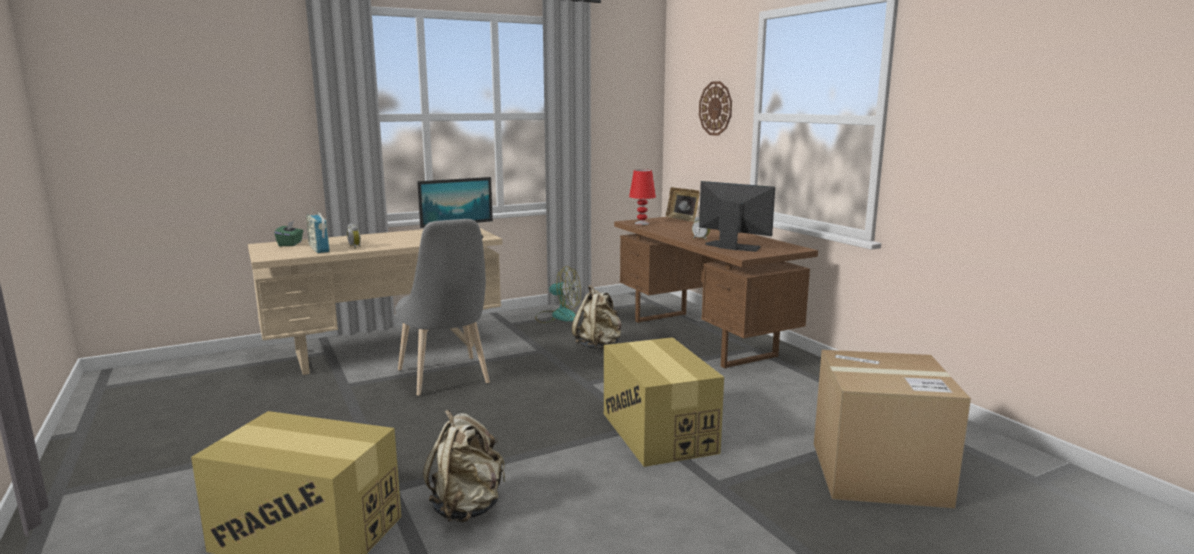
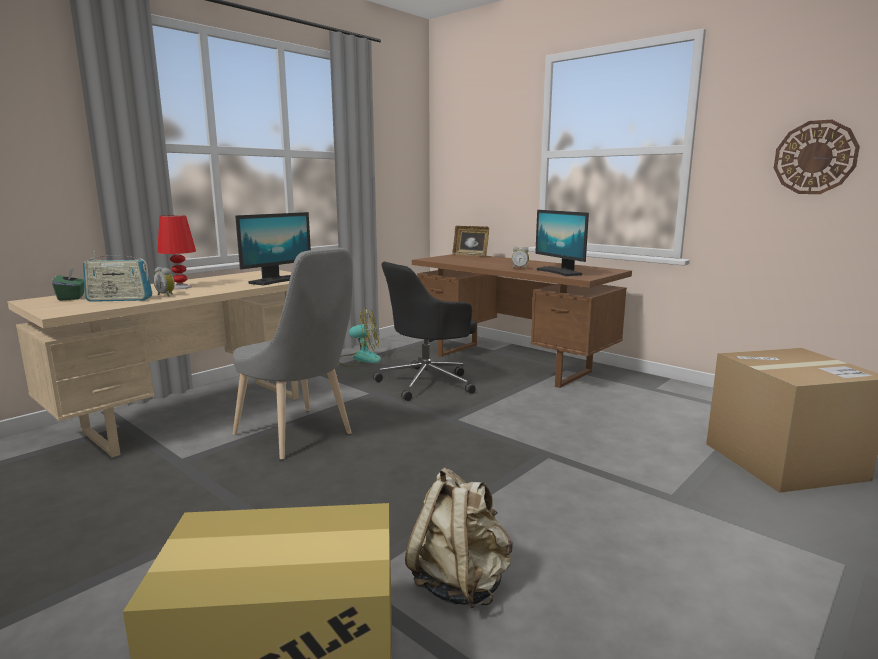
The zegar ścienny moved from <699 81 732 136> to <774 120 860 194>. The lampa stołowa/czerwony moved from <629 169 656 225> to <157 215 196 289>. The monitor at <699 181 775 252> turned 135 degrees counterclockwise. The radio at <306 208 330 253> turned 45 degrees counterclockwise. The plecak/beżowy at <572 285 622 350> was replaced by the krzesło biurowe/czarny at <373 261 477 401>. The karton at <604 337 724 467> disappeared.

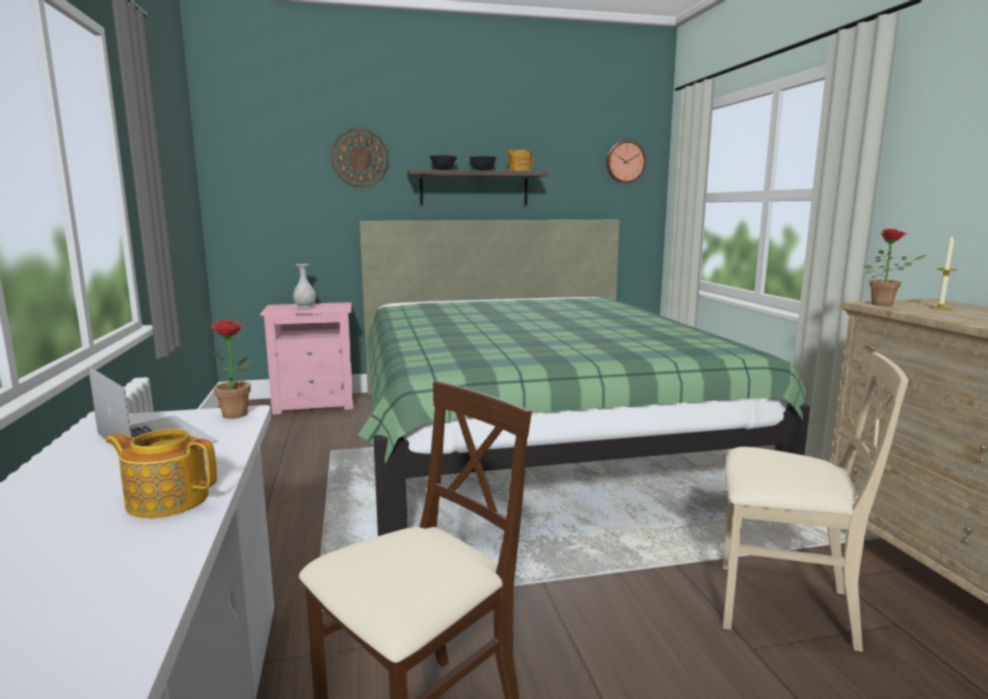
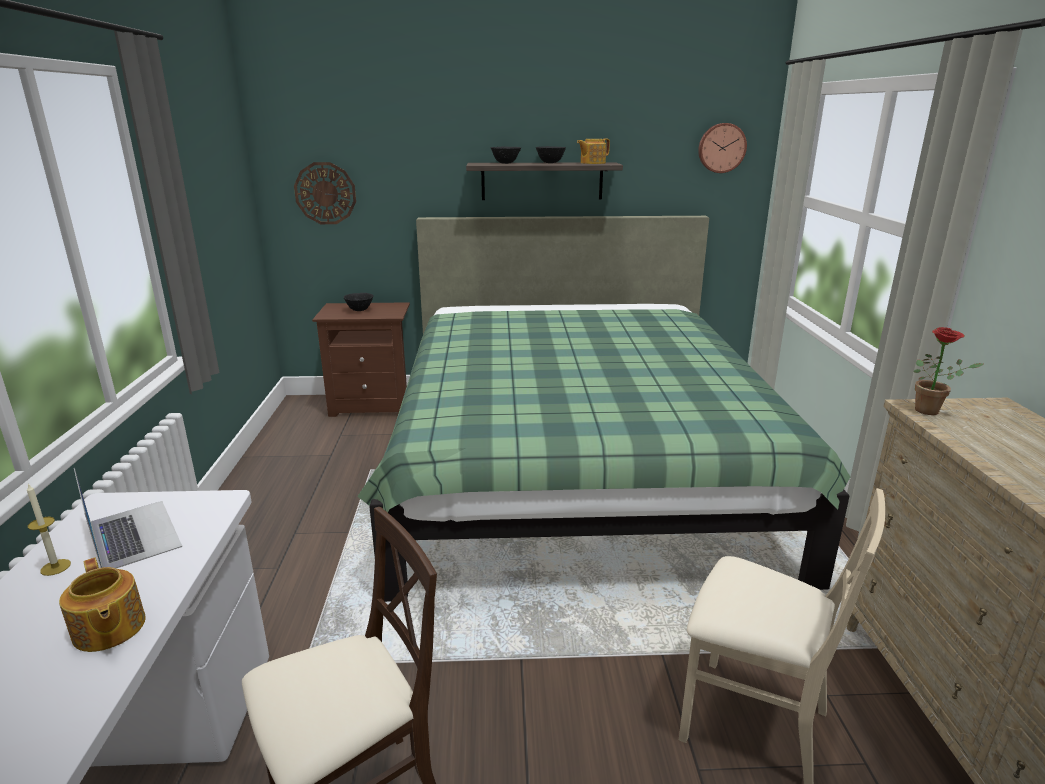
The zegar ścienny moved from <331 129 389 188> to <294 162 356 224>. The świeca moved from <929 236 957 310> to <27 484 71 576>. The wazon/biały at <293 264 316 308> was replaced by the miska/czarny at <344 293 374 311>. The szafka nocna/różowy at <260 302 353 415> became the szafka nocna/brązowy at <312 302 410 417>. The roślina doniczkowa at <205 320 251 419> disappeared. The imbryk at <106 429 217 518> turned 150 degrees counterclockwise.

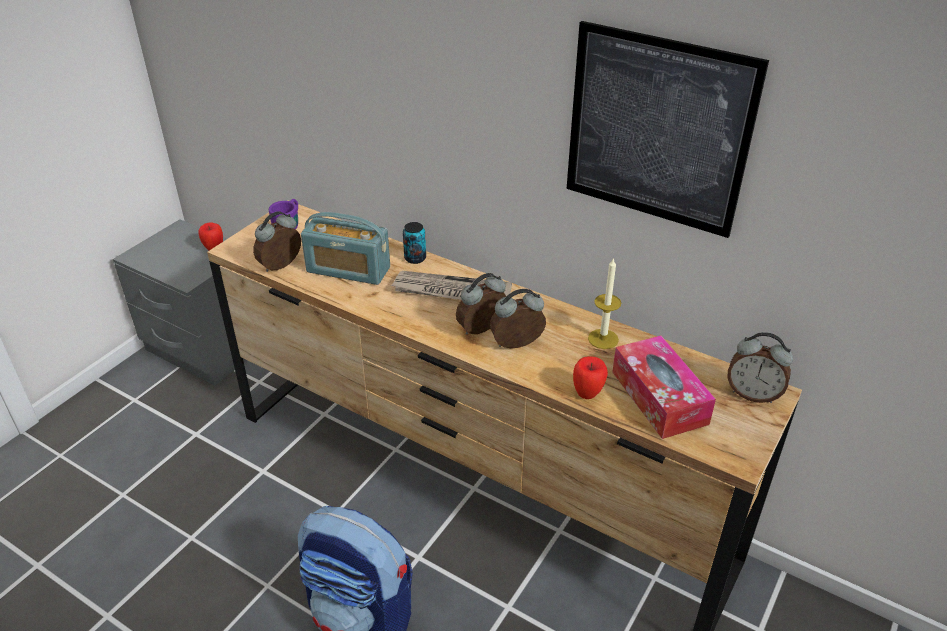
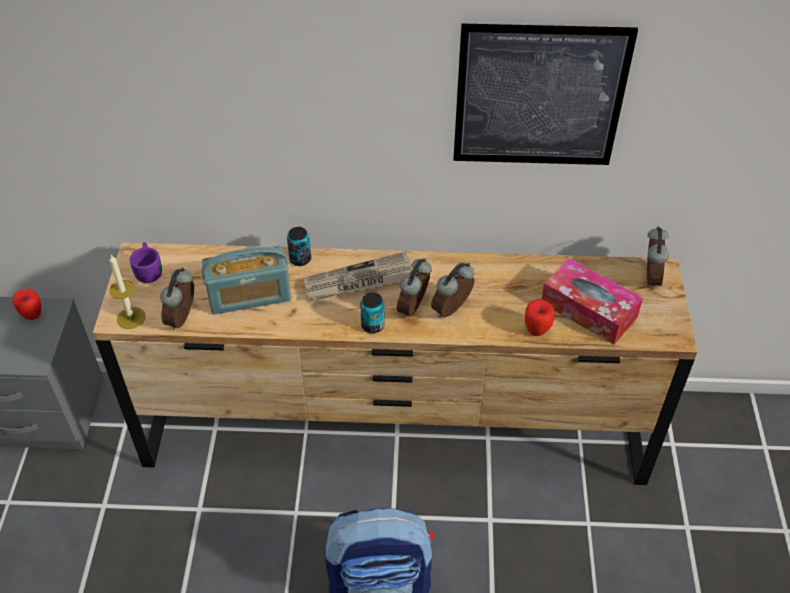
The świeca moved from <588 257 621 349> to <110 255 146 329>. The budzik at <727 332 793 403> turned 75 degrees counterclockwise. The puszka at <360 292 385 333> appeared.

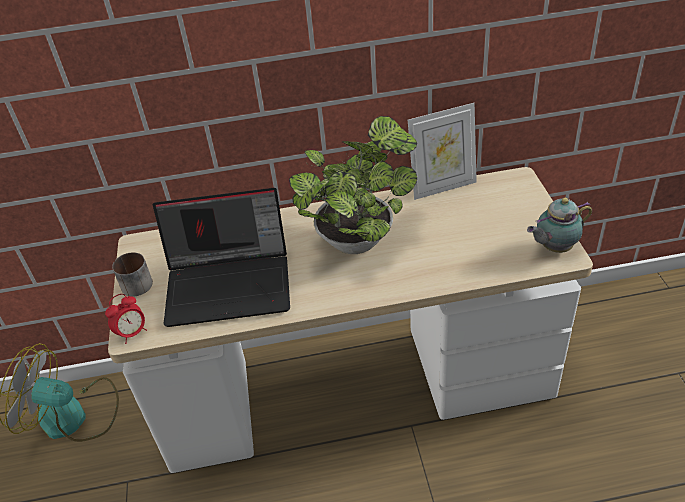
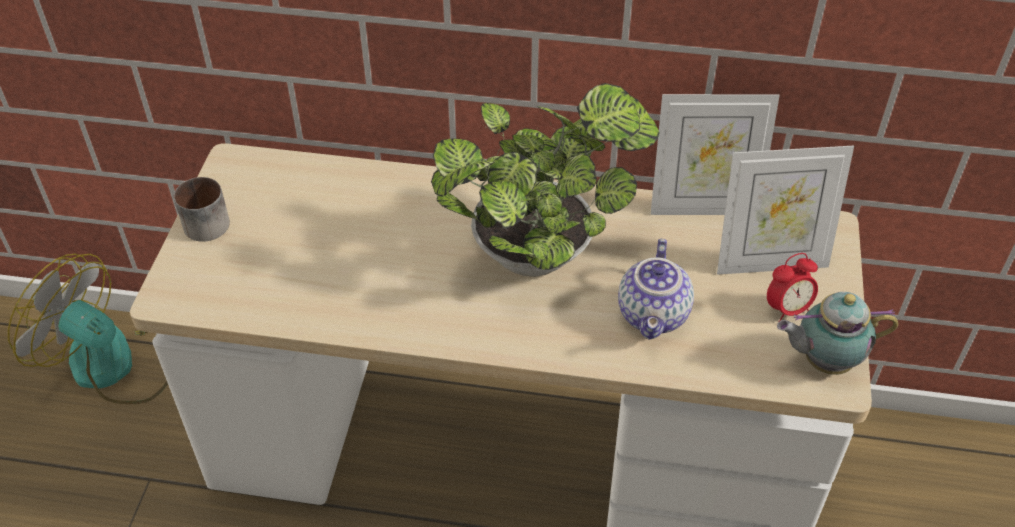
The laptop at <153 188 290 327> disappeared. The budzik moved from <105 294 147 344> to <767 253 818 322>. The ramka na zdjęcie at <717 146 854 275> appeared. The imbryk at <618 239 694 340> appeared.

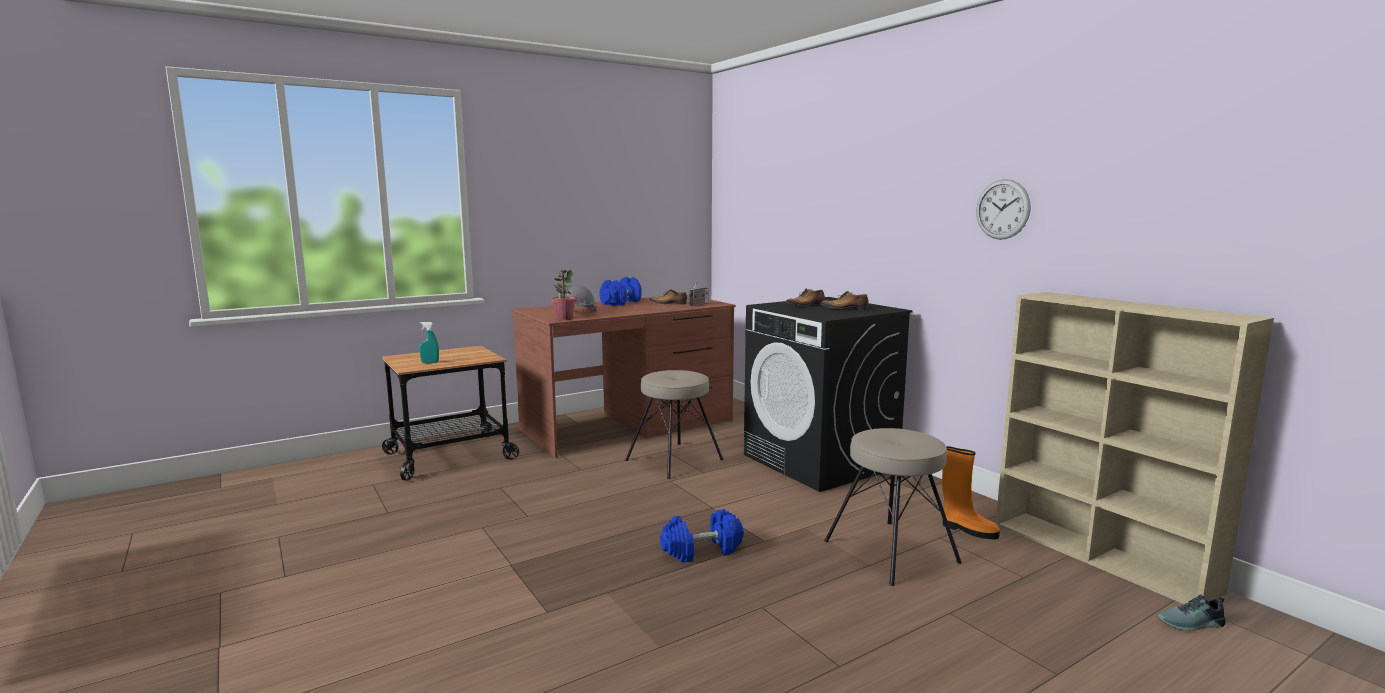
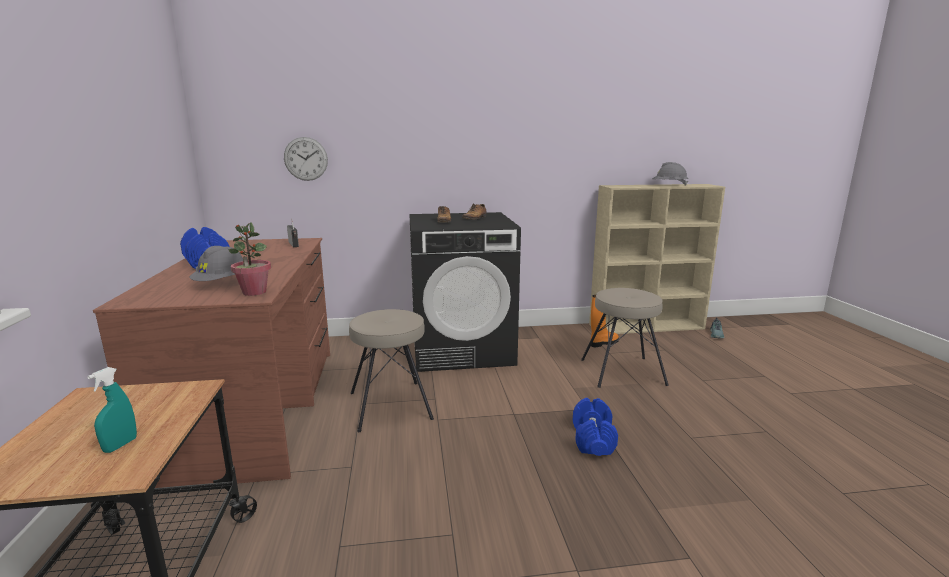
The zegar ścienny moved from <976 179 1030 240> to <284 137 328 181>. The but at <649 289 687 305> disappeared. The kask/szary at <652 162 688 186> appeared.

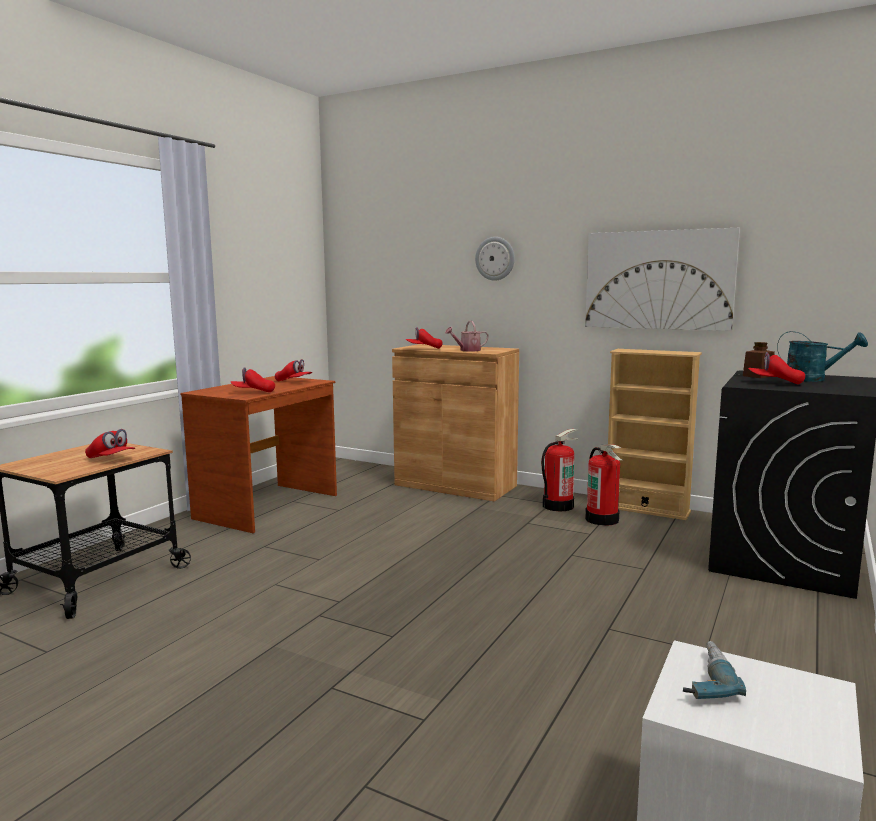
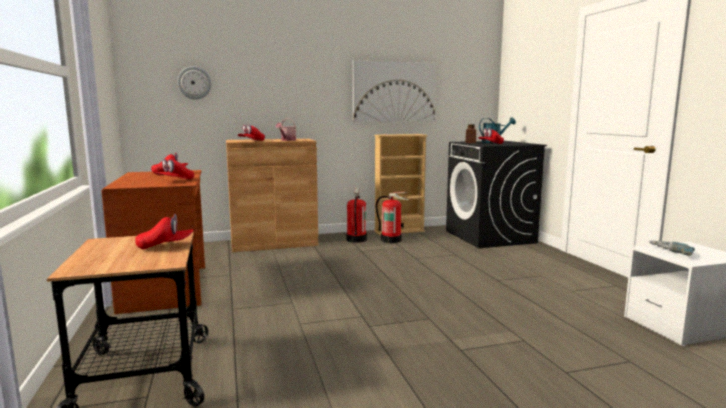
The zegar ścienny moved from <475 237 515 281> to <177 66 212 99>.

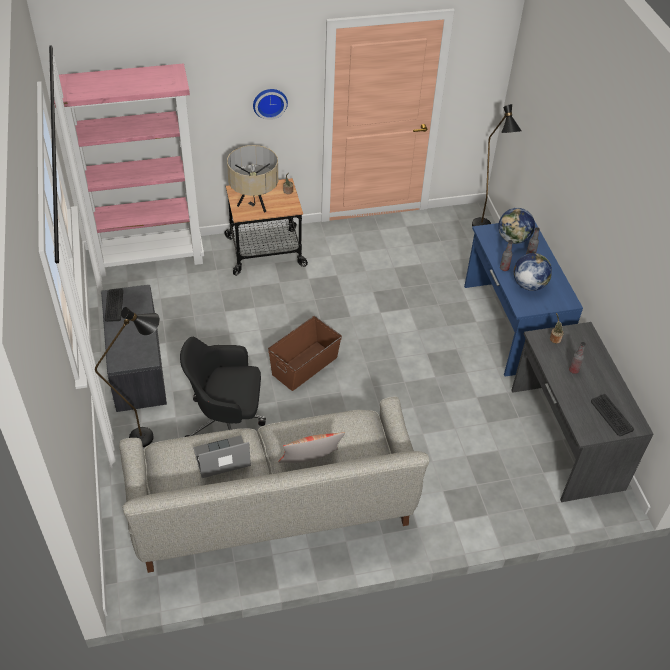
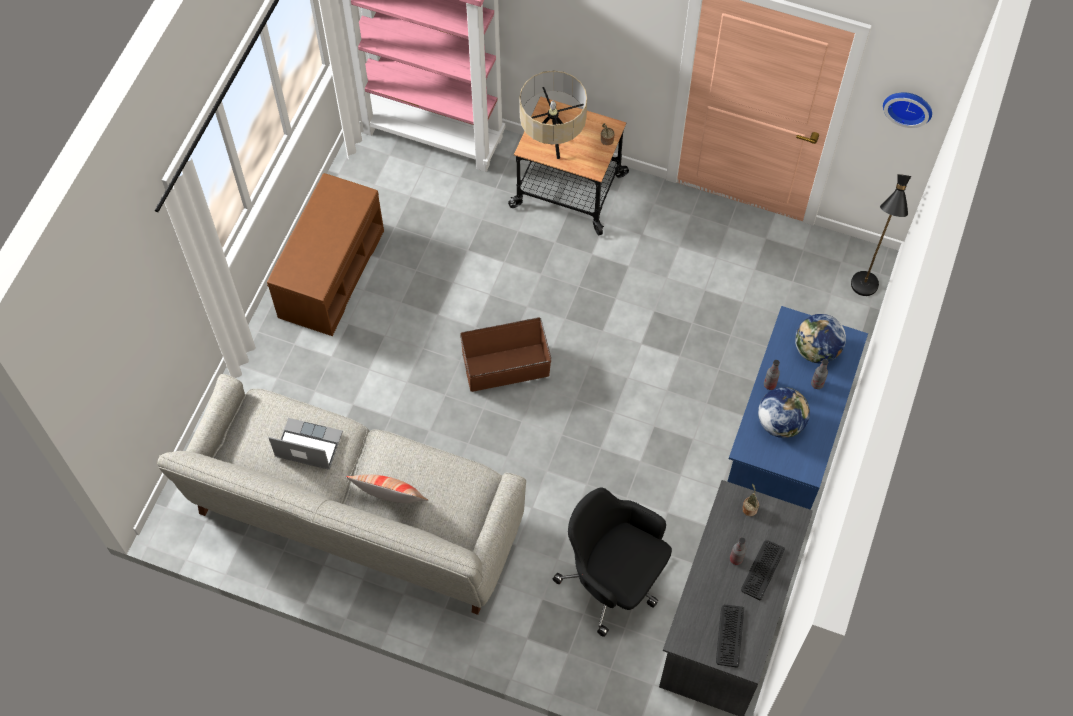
The zegar ścienny moved from <253 89 288 120> to <883 92 932 128>. The ławka/szary at <101 285 167 412> became the ławka/brązowy at <267 173 384 336>. The klawiatura moved from <105 288 123 322> to <741 540 785 600>. The lampa stojąca/czarny at <95 307 160 447> disappeared. The krzesło biurowe/czarny moved from <180 337 266 437> to <553 488 672 637>.

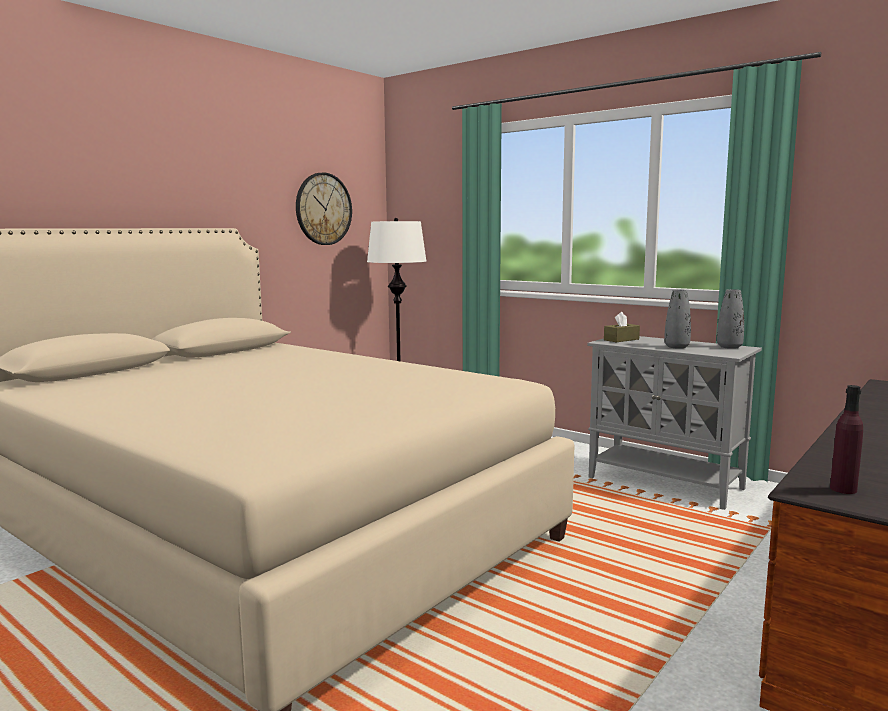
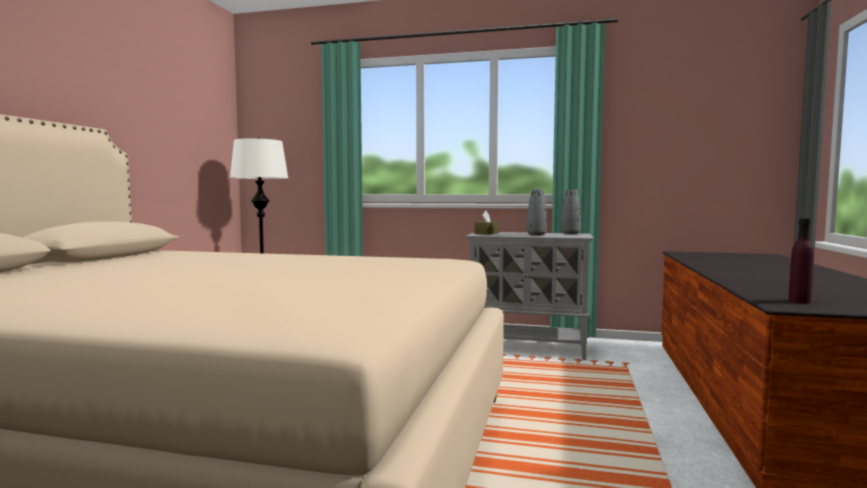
The zegar ścienny at <296 173 352 245> disappeared.

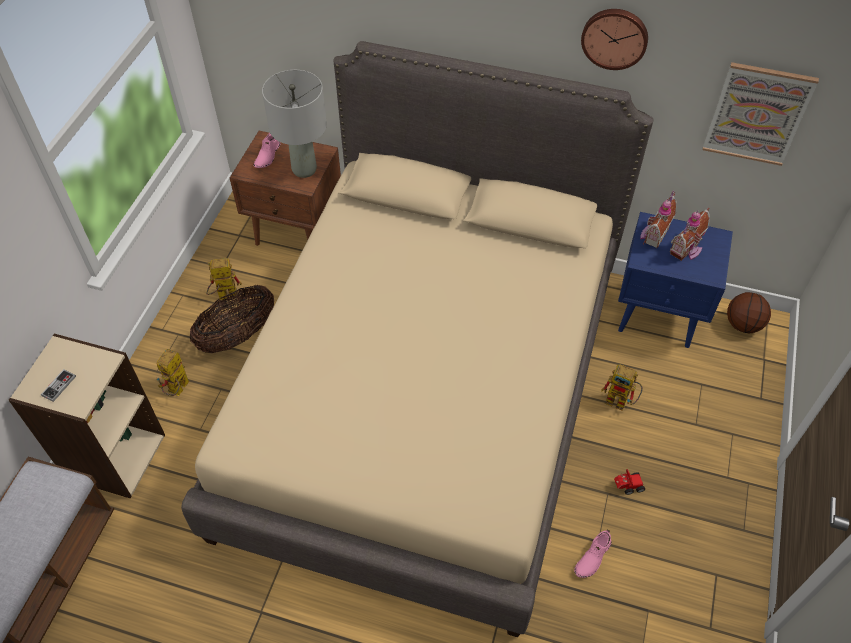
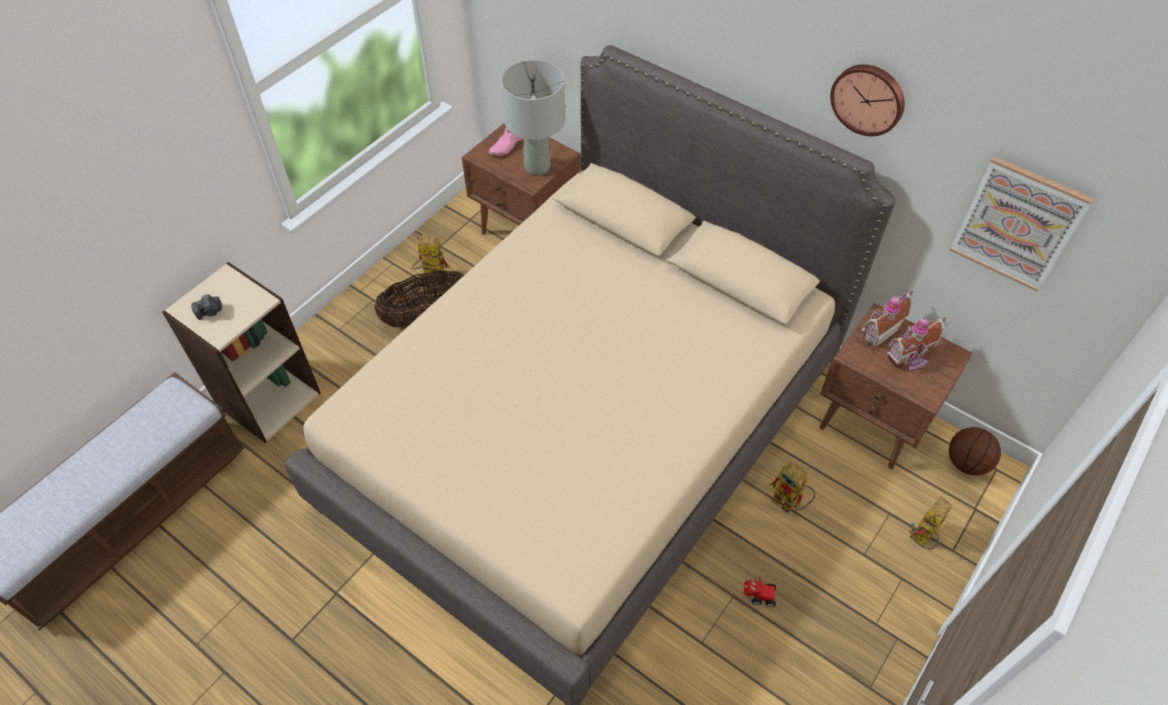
The szafka nocna/niebieski at <618 212 733 348> became the szafka nocna/brązowy at <819 303 973 469>. The robot zabawkowy moved from <157 349 189 396> to <909 496 953 550>. The pad do gier at <41 369 76 402> was replaced by the aparat fotograficzny at <191 294 222 320>. The but/różowy at <574 530 611 578> disappeared.

